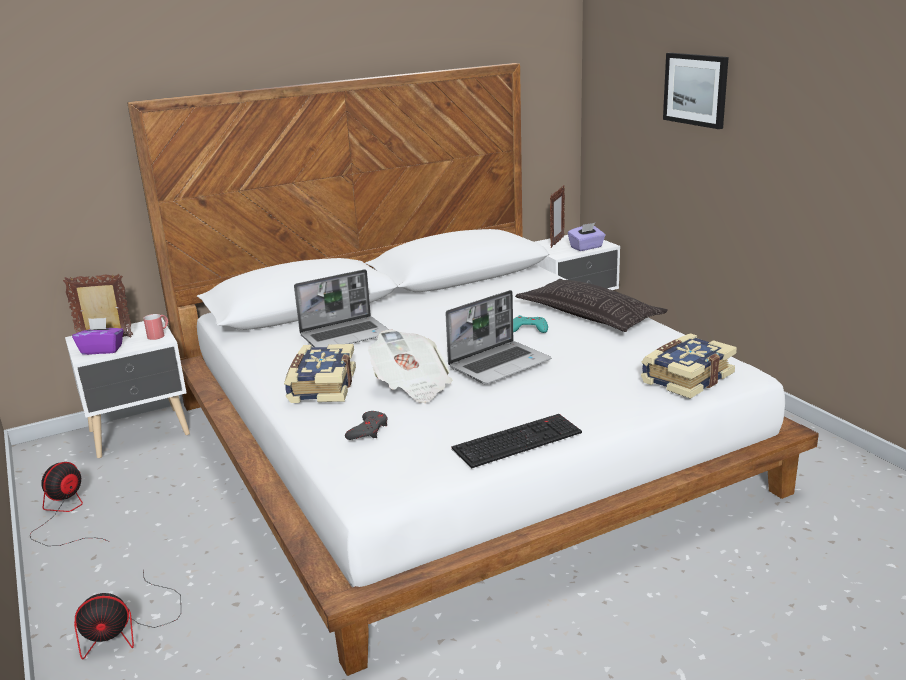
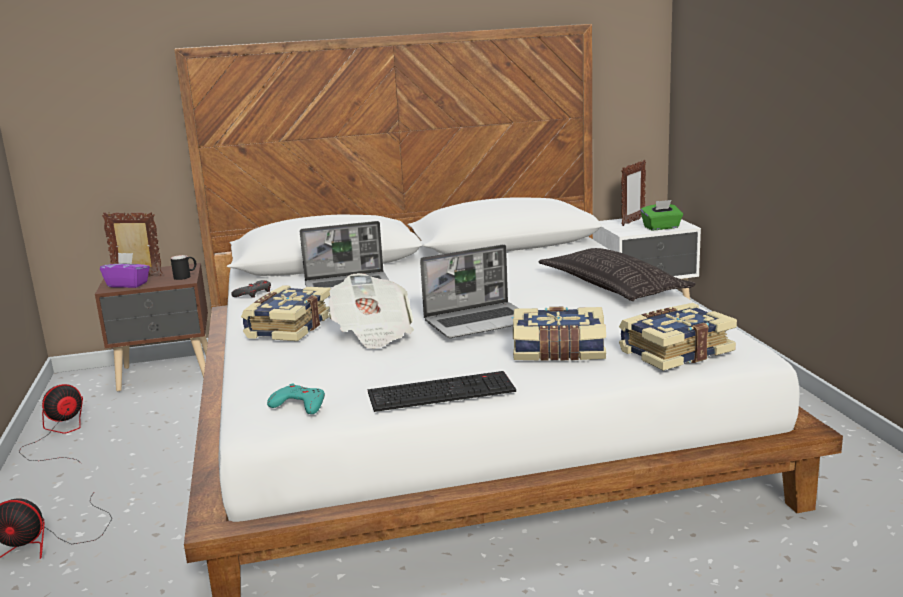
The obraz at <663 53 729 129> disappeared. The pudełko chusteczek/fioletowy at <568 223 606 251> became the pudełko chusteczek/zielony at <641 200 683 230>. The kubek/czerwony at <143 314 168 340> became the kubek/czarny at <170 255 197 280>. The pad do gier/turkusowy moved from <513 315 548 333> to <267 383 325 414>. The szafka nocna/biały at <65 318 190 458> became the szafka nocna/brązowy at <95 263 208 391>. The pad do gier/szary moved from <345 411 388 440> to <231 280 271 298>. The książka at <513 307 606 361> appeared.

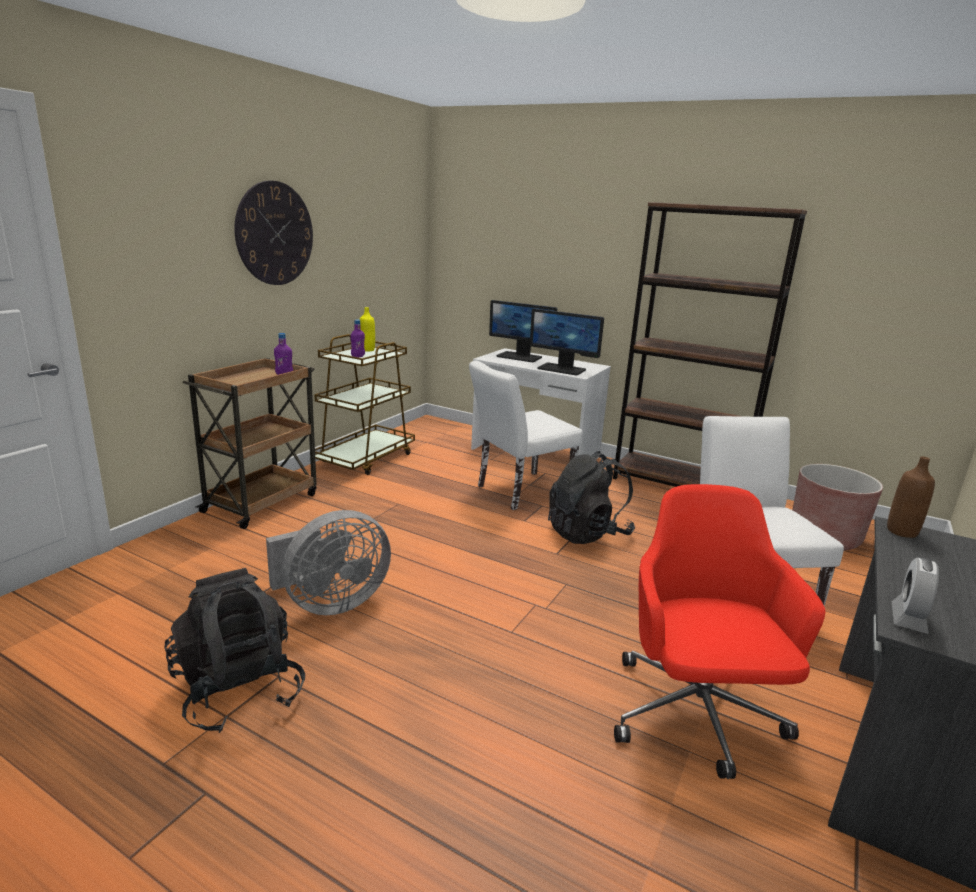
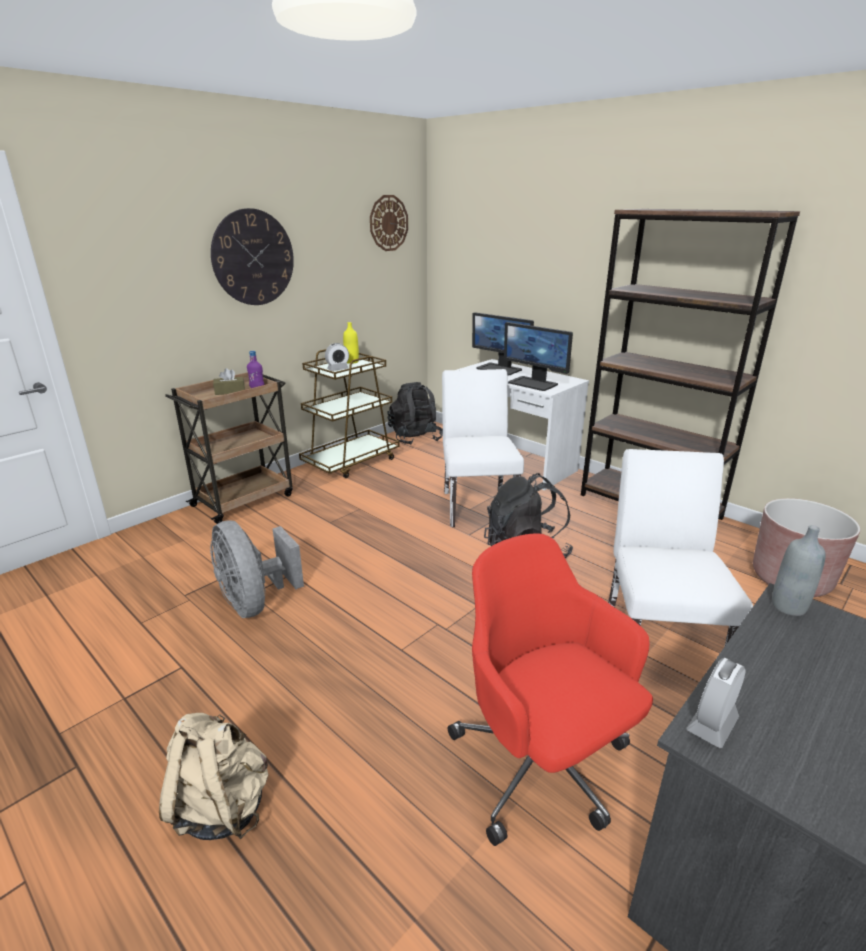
The butelka/fioletowy at <351 320 365 357> was replaced by the budzik at <325 343 349 371>. The krzesło/biały at <469 360 583 510> turned 105 degrees clockwise. The butelka/brązowy at <887 456 935 538> became the butelka/szary at <772 525 826 616>. The krzesło biurowe/czerwony at <614 484 826 779> turned 45 degrees counterclockwise. The wentylator/szary at <266 510 391 615> turned 75 degrees clockwise. The plecak/czarny moved from <164 568 305 733> to <387 382 443 445>. The zegar ścienny at <370 195 408 251> appeared. The pudełko chusteczek/brązowy at <213 368 245 395> appeared. The plecak/beżowy at <159 713 269 840> appeared.

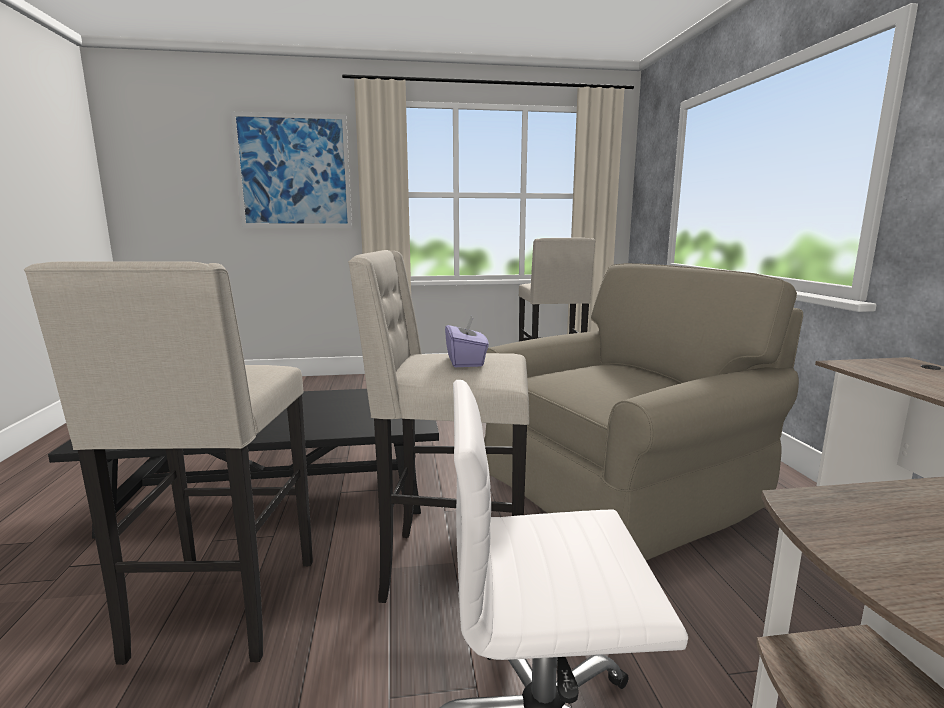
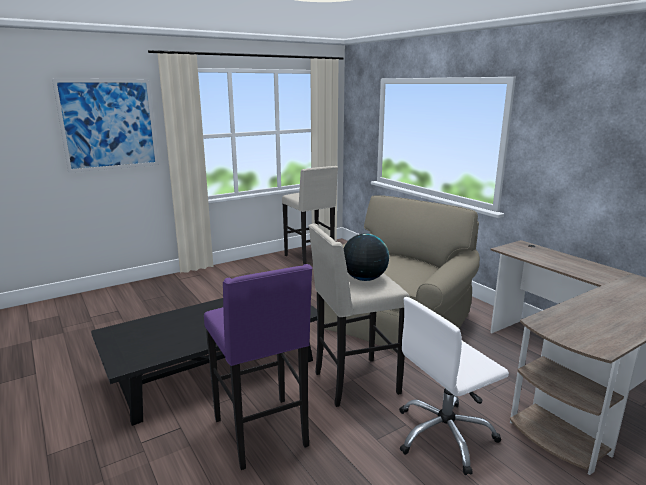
The stołek/beżowy at <24 261 313 665> became the stołek/fioletowy at <204 264 313 470>. The pudełko chusteczek/fioletowy at <445 314 489 367> was replaced by the globus at <344 233 389 281>.

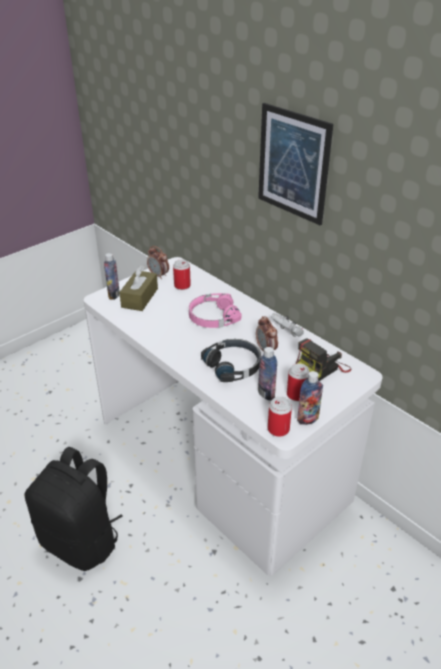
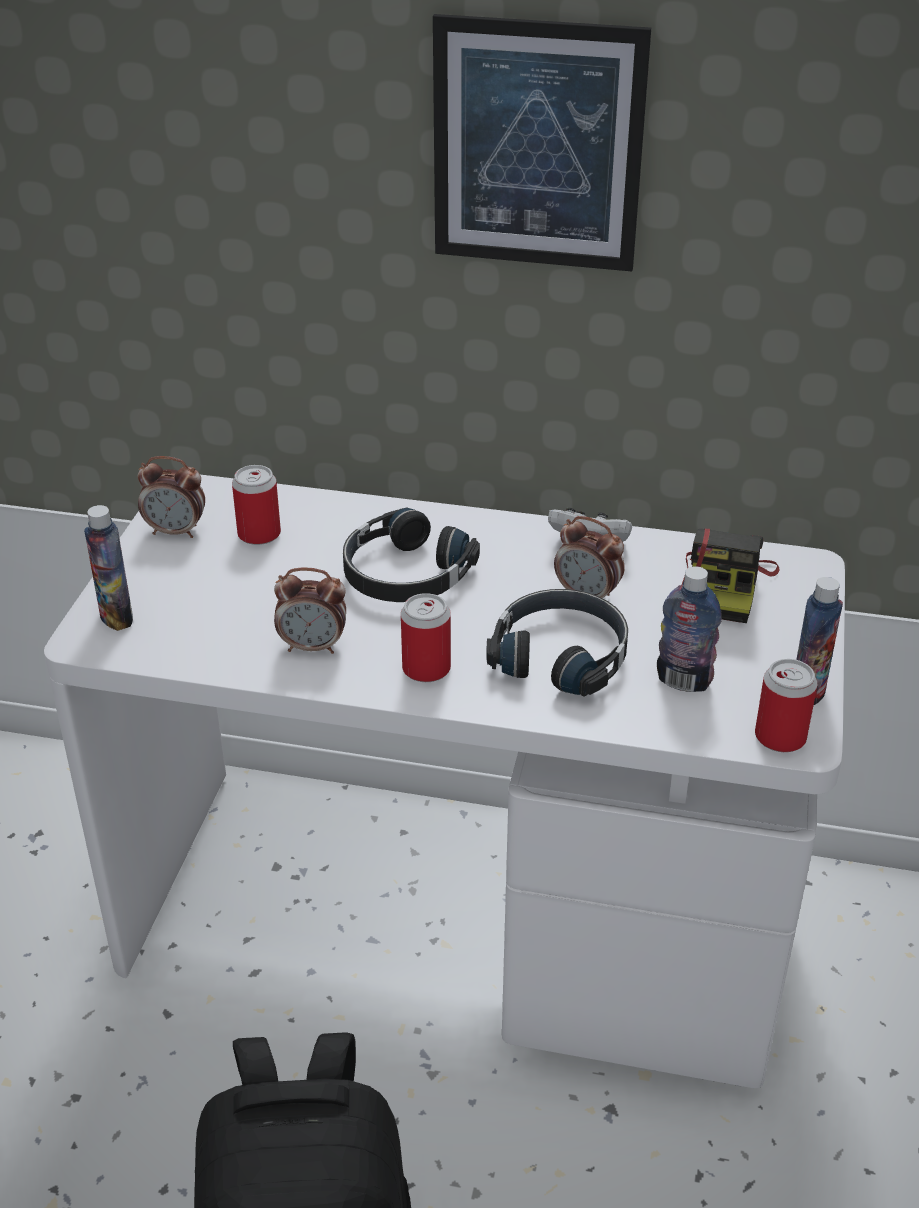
The pudełko chusteczek/brązowy at <119 266 158 311> disappeared. The słuchawki/różowy at <189 293 242 328> became the słuchawki/czarny at <343 507 480 602>. The puszka moved from <287 363 310 401> to <401 593 451 682>. The budzik at <274 567 346 654> appeared.

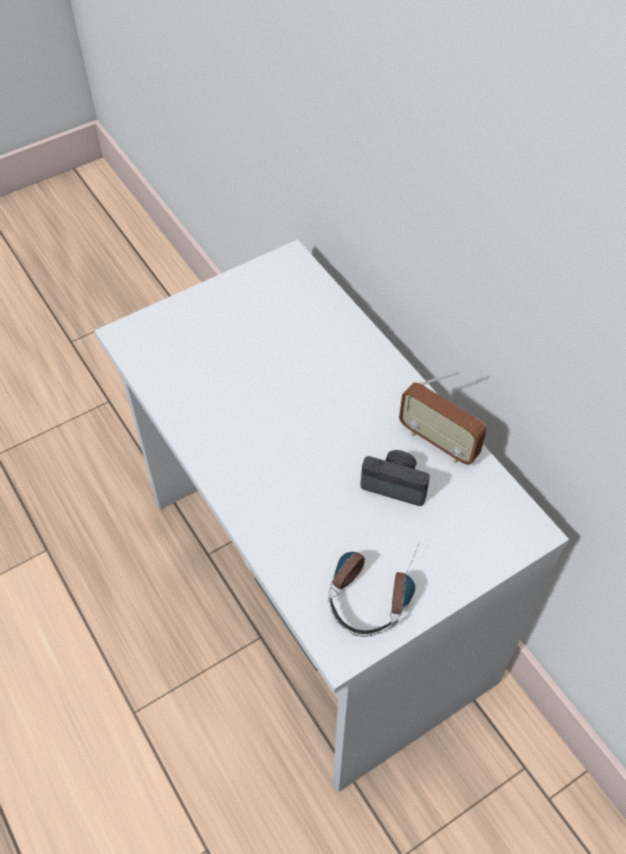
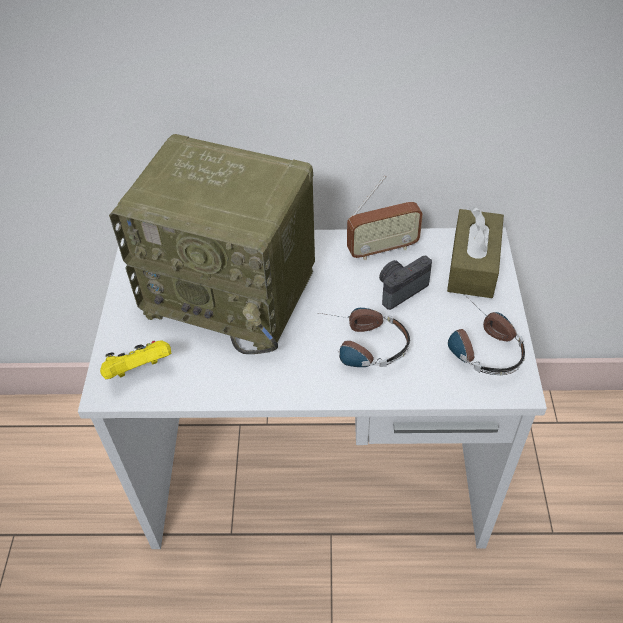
The radio at <109 134 315 354> appeared. The pudełko chusteczek/brązowy at <447 207 504 298> appeared. The słuchawki at <319 308 410 367> appeared. The pad do gier/żółty at <100 340 171 380> appeared.

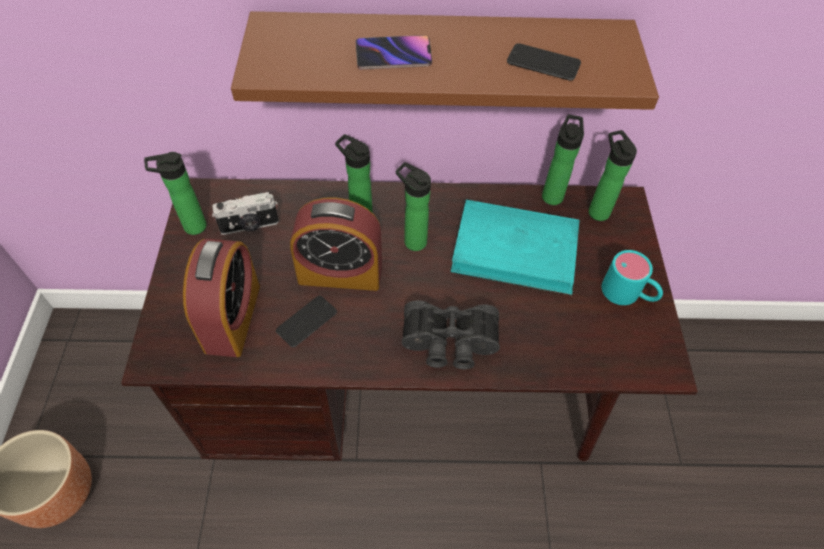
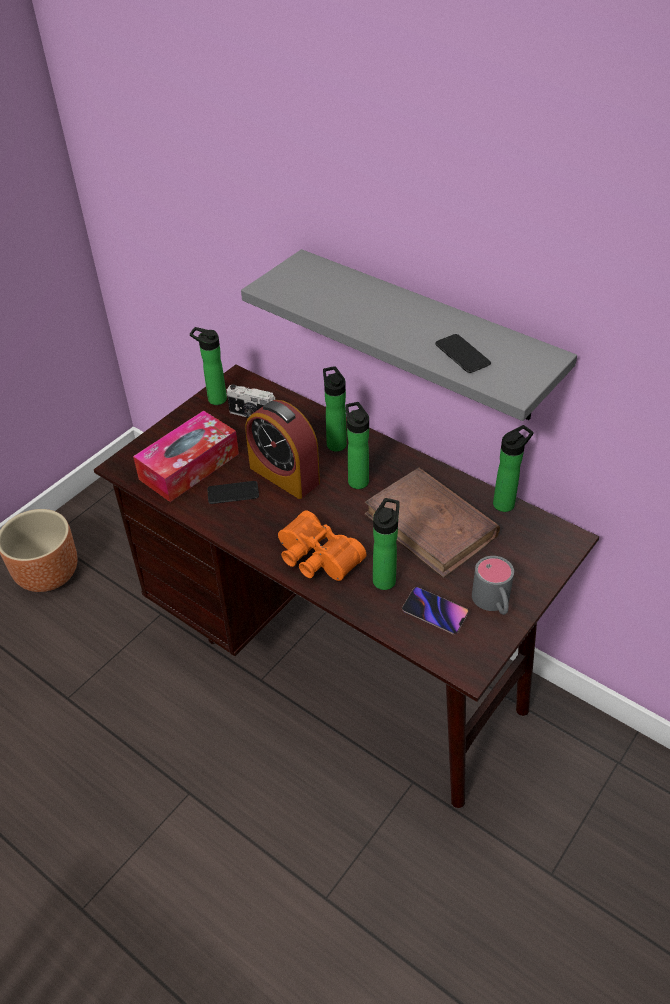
The półka/brązowy at <231 11 659 110> became the półka/szary at <241 249 577 421>. The telefon moved from <355 35 432 69> to <402 587 469 635>. The butelka moved from <588 130 637 221> to <373 498 400 590>. The książka/turkusowy at <451 200 579 296> became the książka/brązowy at <365 467 500 578>. The budzik at <183 239 260 357> was replaced by the pudełko chusteczek at <133 411 239 502>. The kubek/turkusowy at <602 250 663 305> became the kubek/szary at <472 556 514 615>. The lornetka/czarny at <402 300 500 369> became the lornetka/pomarańczowy at <278 510 366 581>.

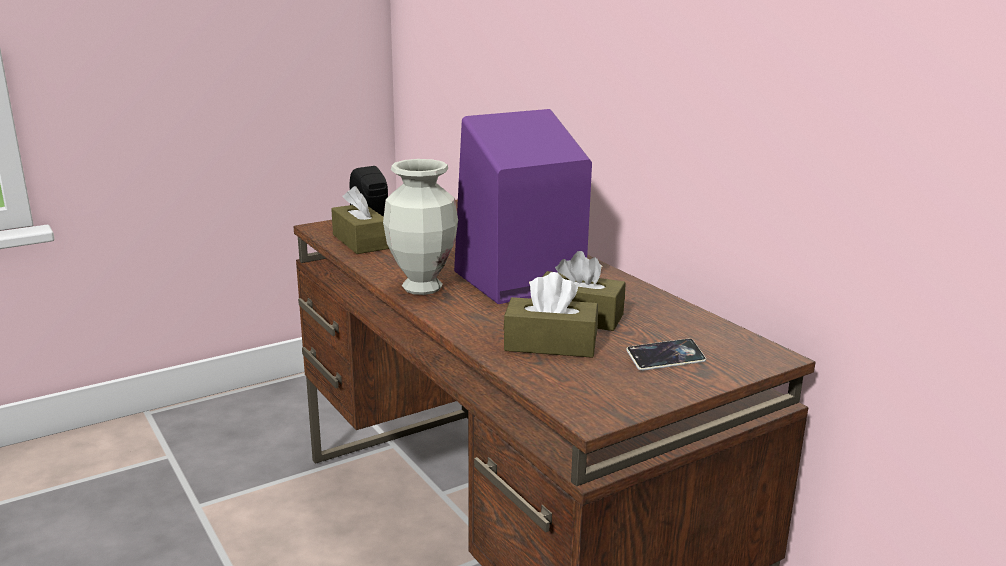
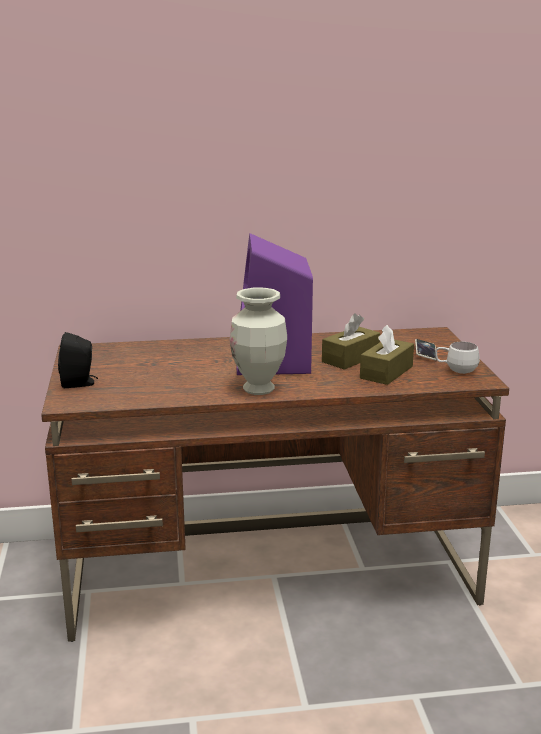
The pudełko chusteczek/brązowy at <331 186 389 254> disappeared. The kubek/biały at <435 342 480 374> appeared.

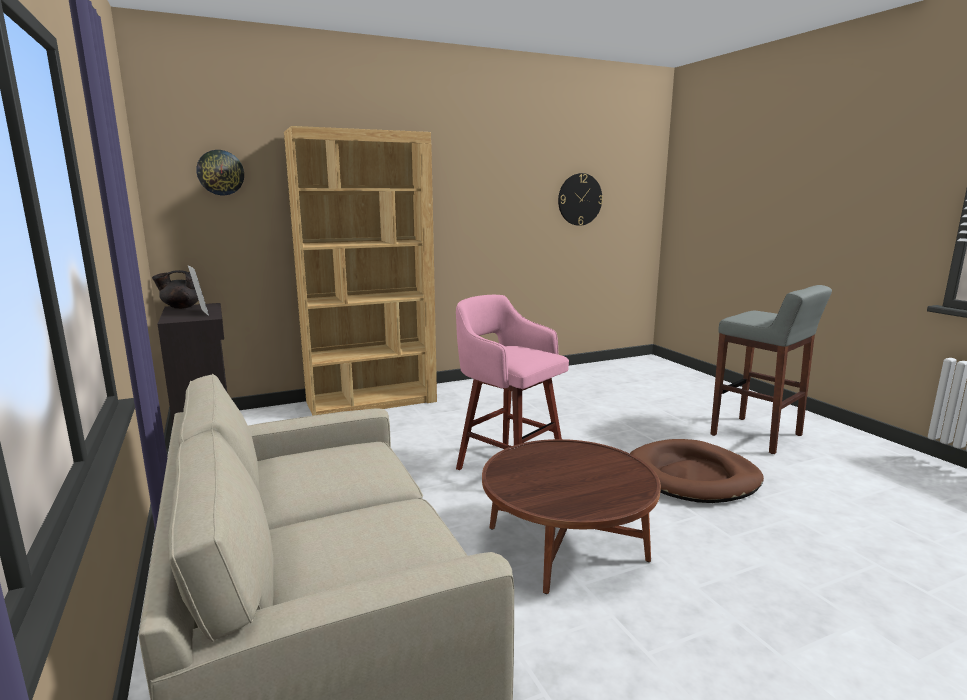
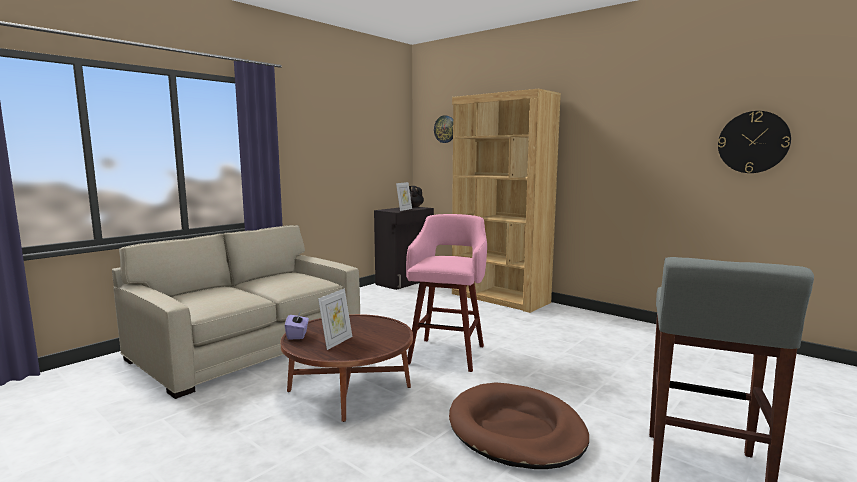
The ramka na zdjęcie at <318 288 353 350> appeared. The pudełko chusteczek/fioletowy at <285 311 309 340> appeared.

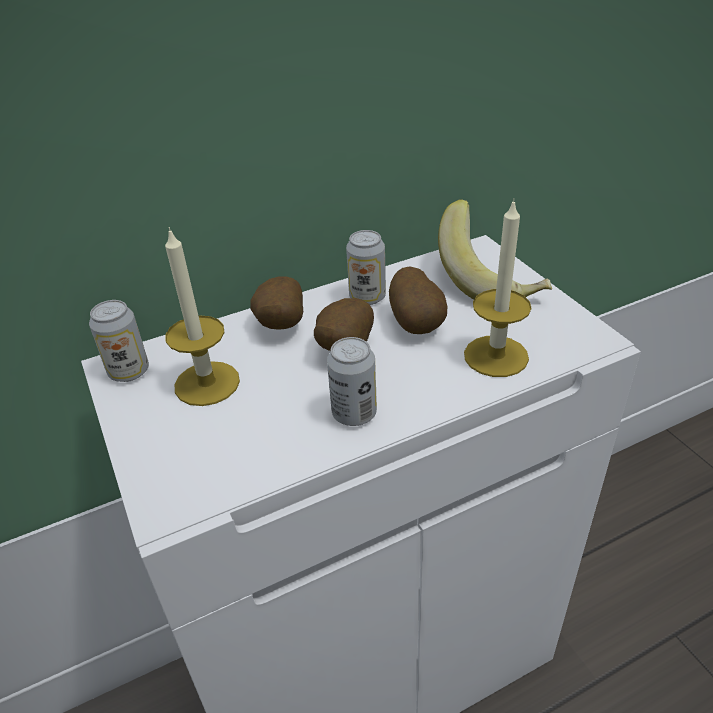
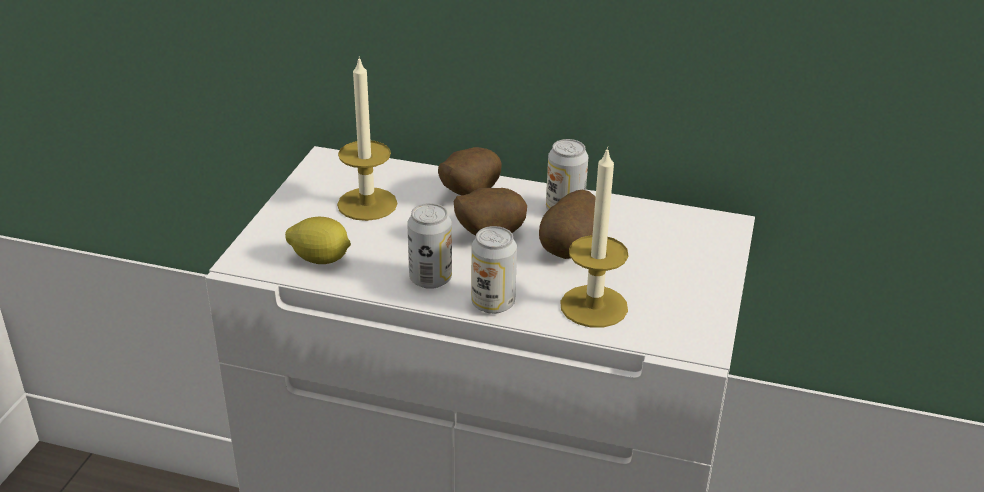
The banan at <438 199 552 299> disappeared. The puszka moved from <89 300 149 382> to <471 226 517 314>. The cytryna at <285 217 351 264> appeared.

